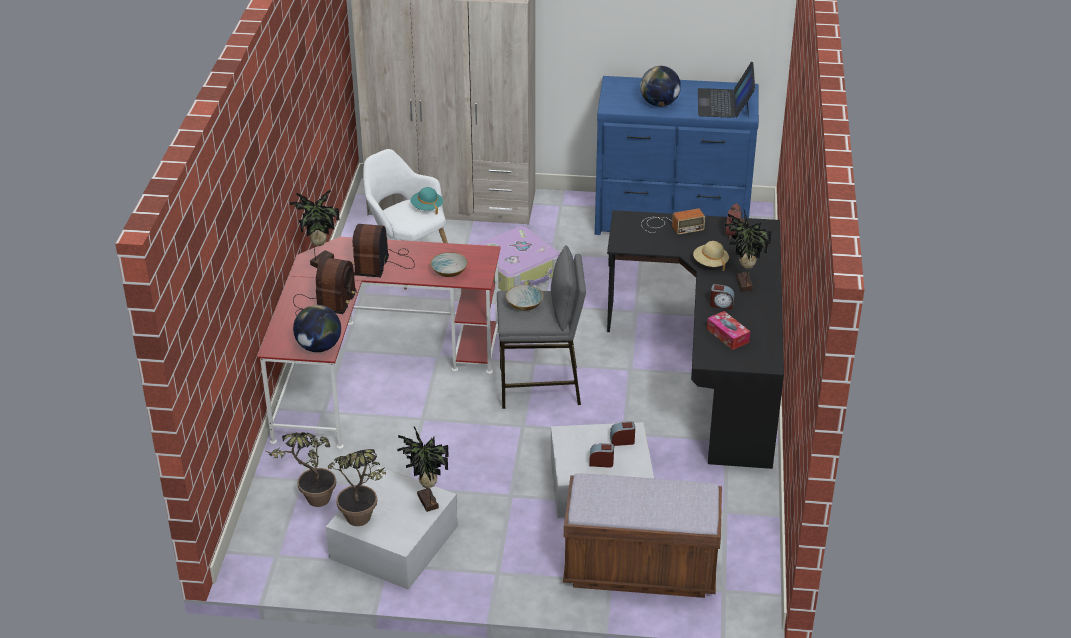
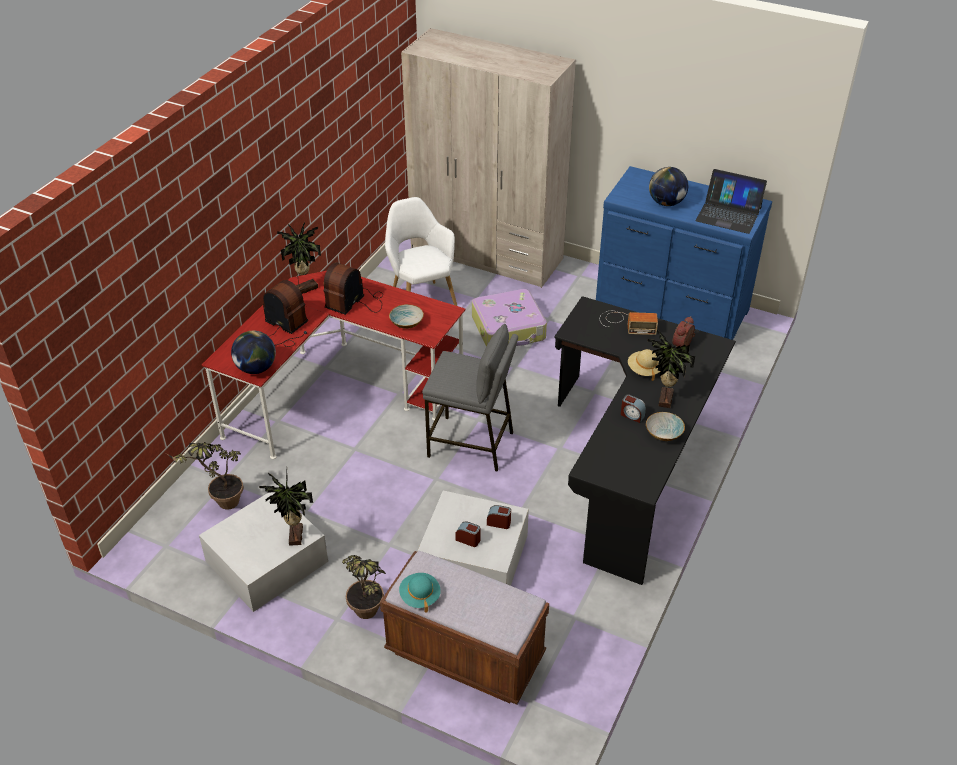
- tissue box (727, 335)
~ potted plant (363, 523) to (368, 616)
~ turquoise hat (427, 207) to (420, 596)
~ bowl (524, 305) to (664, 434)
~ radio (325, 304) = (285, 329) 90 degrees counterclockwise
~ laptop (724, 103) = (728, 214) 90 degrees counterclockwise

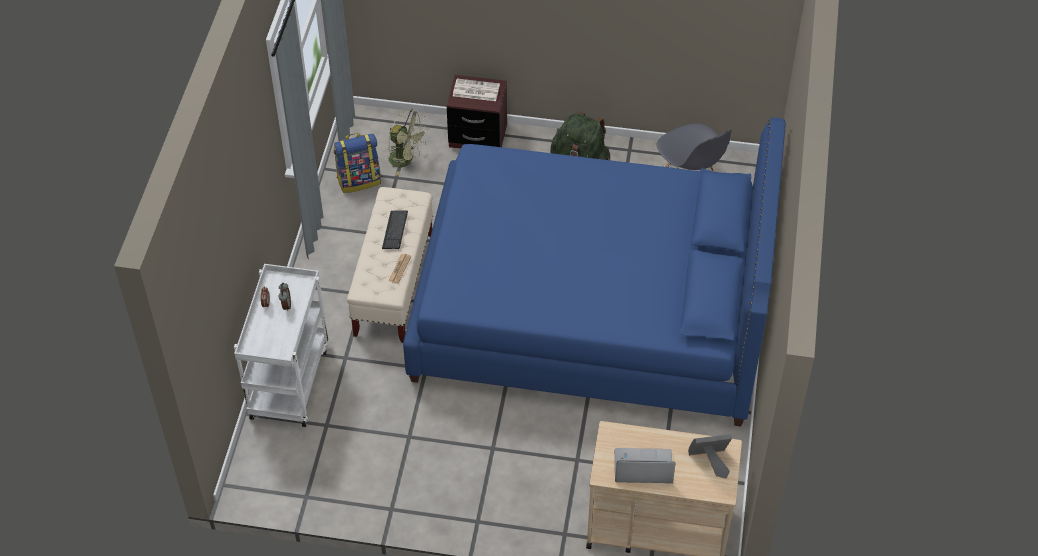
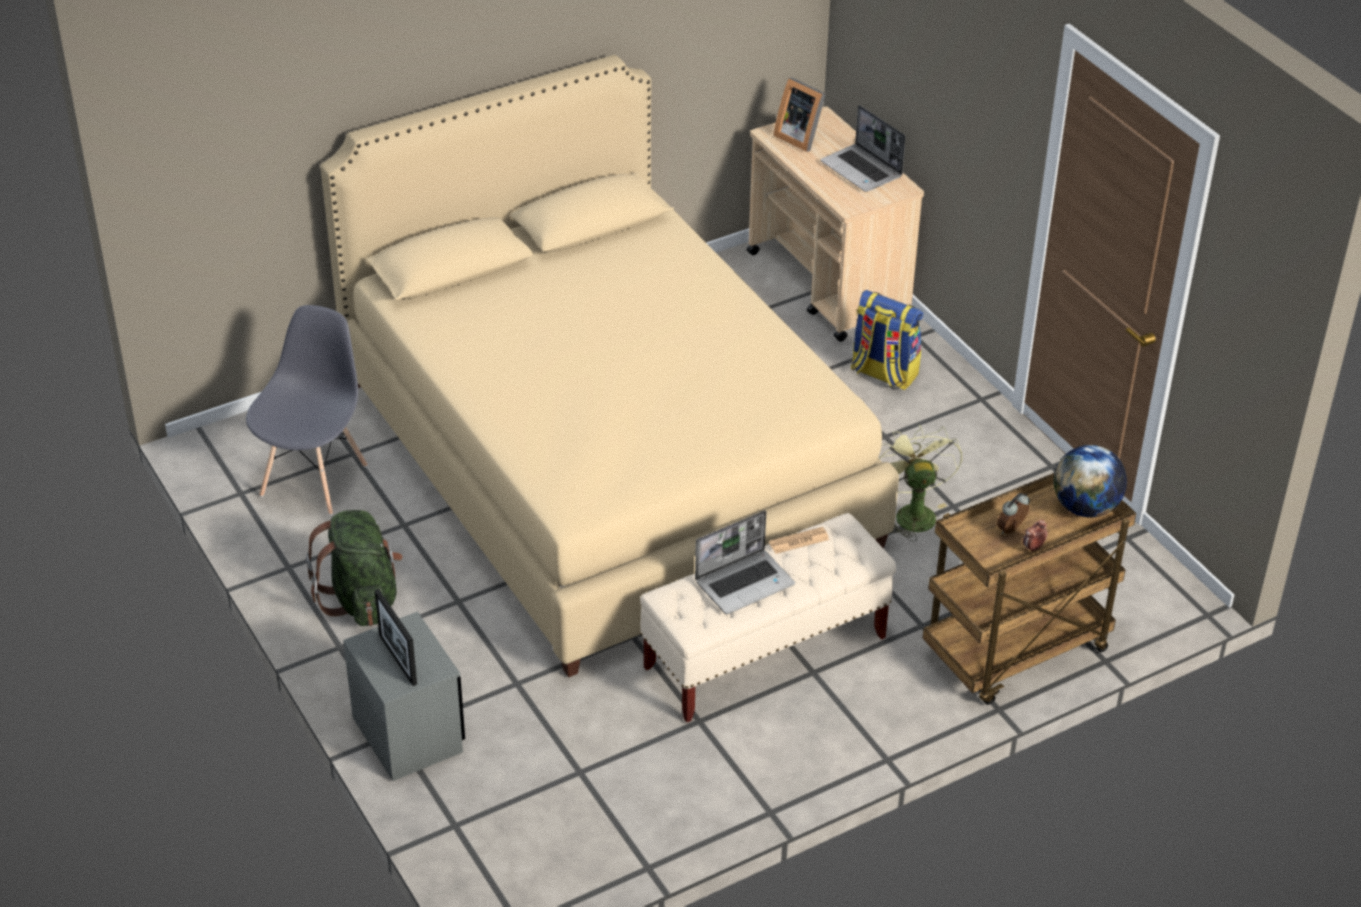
+ globe (1085, 508)
~ backpack (359, 180) to (883, 373)
~ green fan (406, 160) to (911, 512)
~ keyboard (395, 230) to laptop (745, 582)
~ newspaper (475, 90) to picture frame (398, 660)
~ white cart (288, 381) to brown cart (1015, 653)
~ blue bed (591, 310) to beige bed (606, 462)
~ brown nightstand (478, 136) to grey nightstand (408, 734)

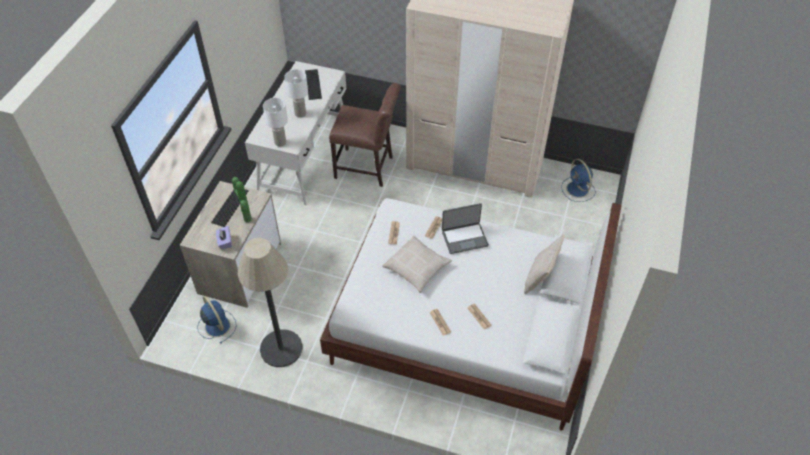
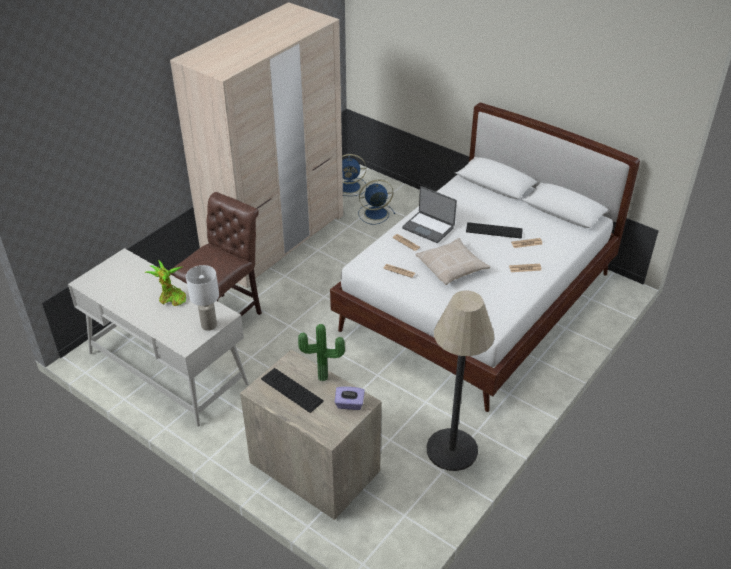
- beige pillow (540, 278)
~ blue fan (217, 325) to (374, 213)
~ keyboard (313, 84) to (494, 230)
~ white table lamp (300, 114) to potted plant (171, 299)
~ laptop (464, 238) = (428, 227) 120 degrees clockwise

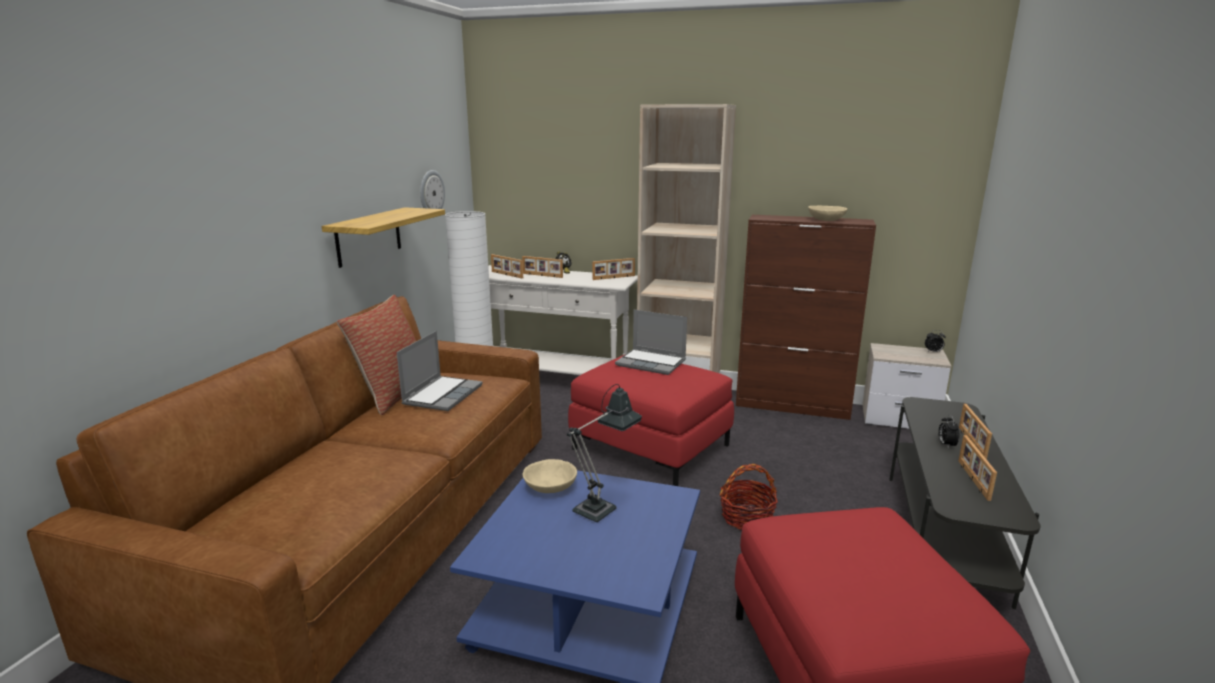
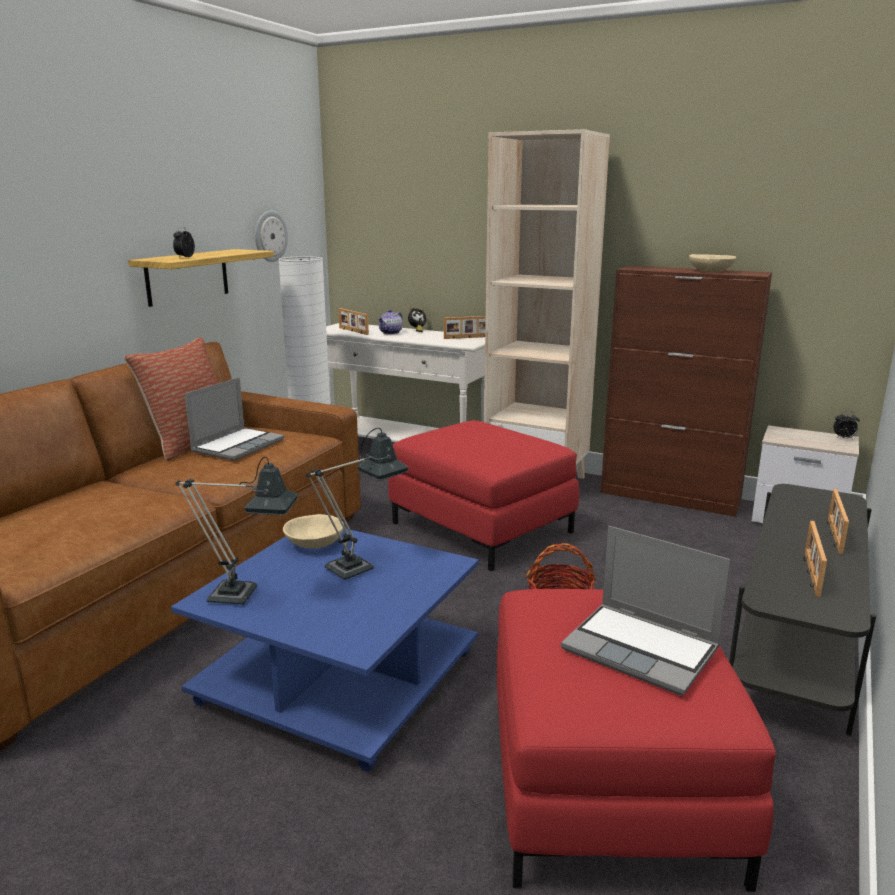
+ table lamp (244, 596)
~ laptop (652, 363) to (642, 649)
~ alarm clock (946, 445) to (185, 257)
~ picture frame (542, 275) to teapot (391, 333)

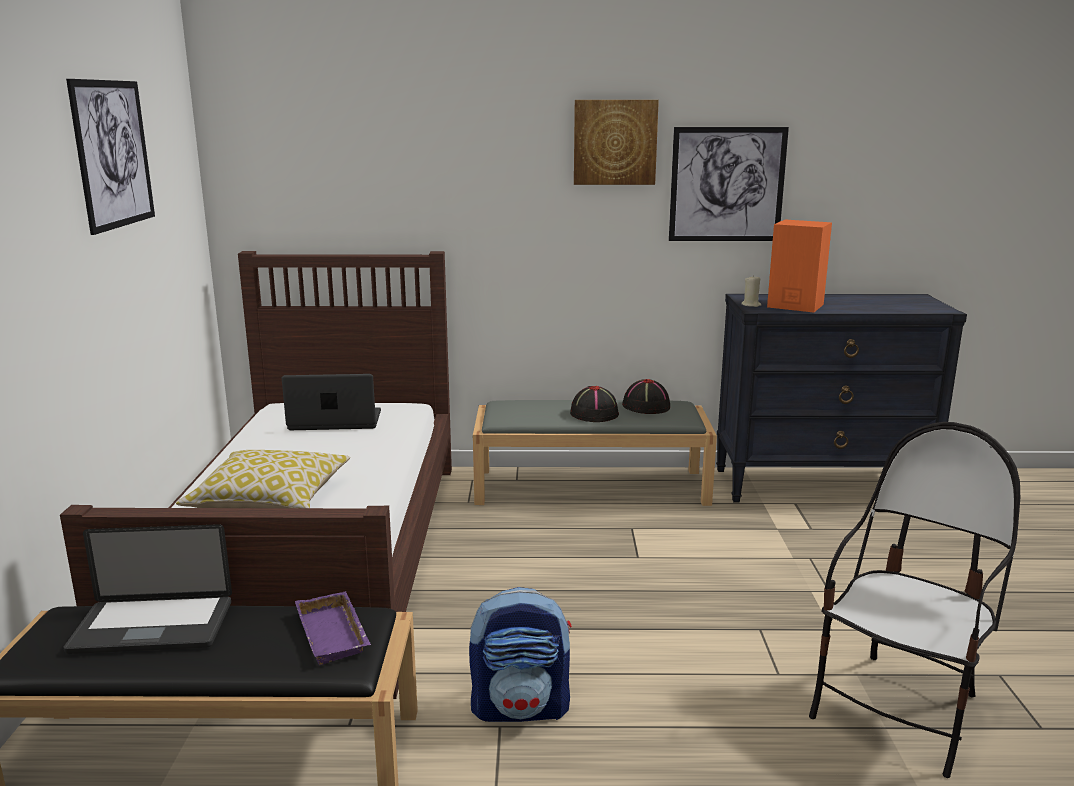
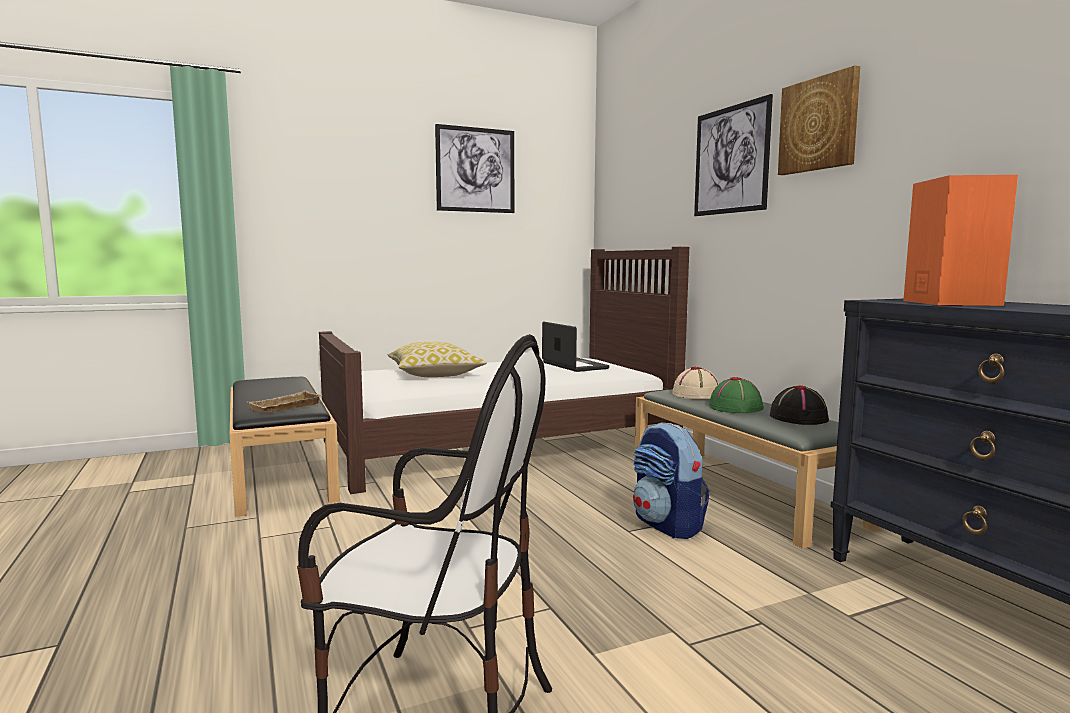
- laptop (152, 627)
- beige candle (751, 305)
+ beige hat (696, 394)
~ backpack (521, 707) to (668, 525)
~ picture (727, 184) to (731, 160)
~ purple tray (335, 634) to beige tray (285, 407)
~ black hat (594, 413) to green hat (736, 407)

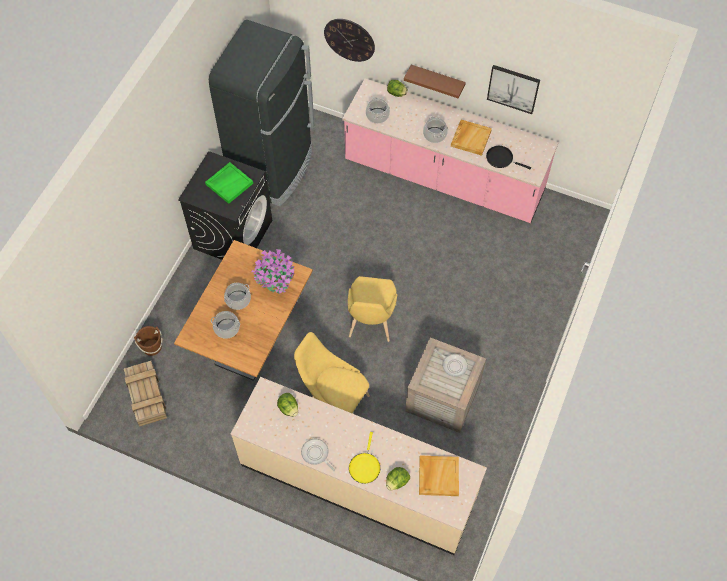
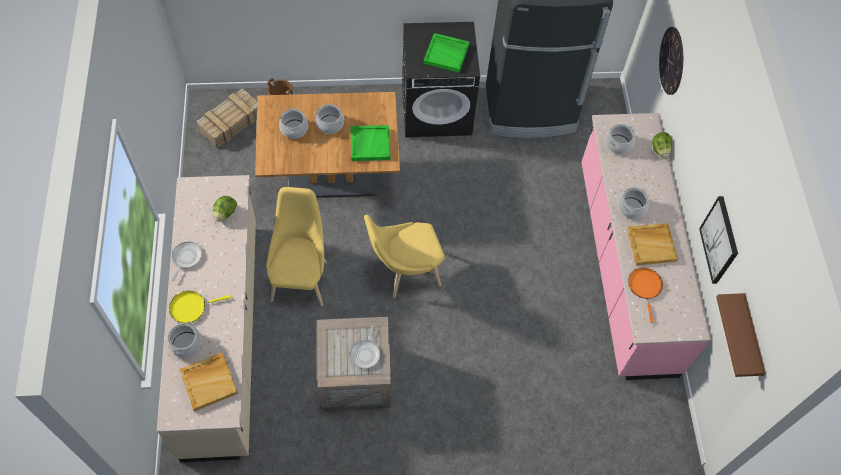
~ brown shelf (437, 80) to (749, 338)
~ potted plant (275, 279) to green tray (369, 144)
~ lettuce (397, 482) to cooking pot (186, 344)
~ black frying pan (501, 159) to orange frying pan (645, 287)

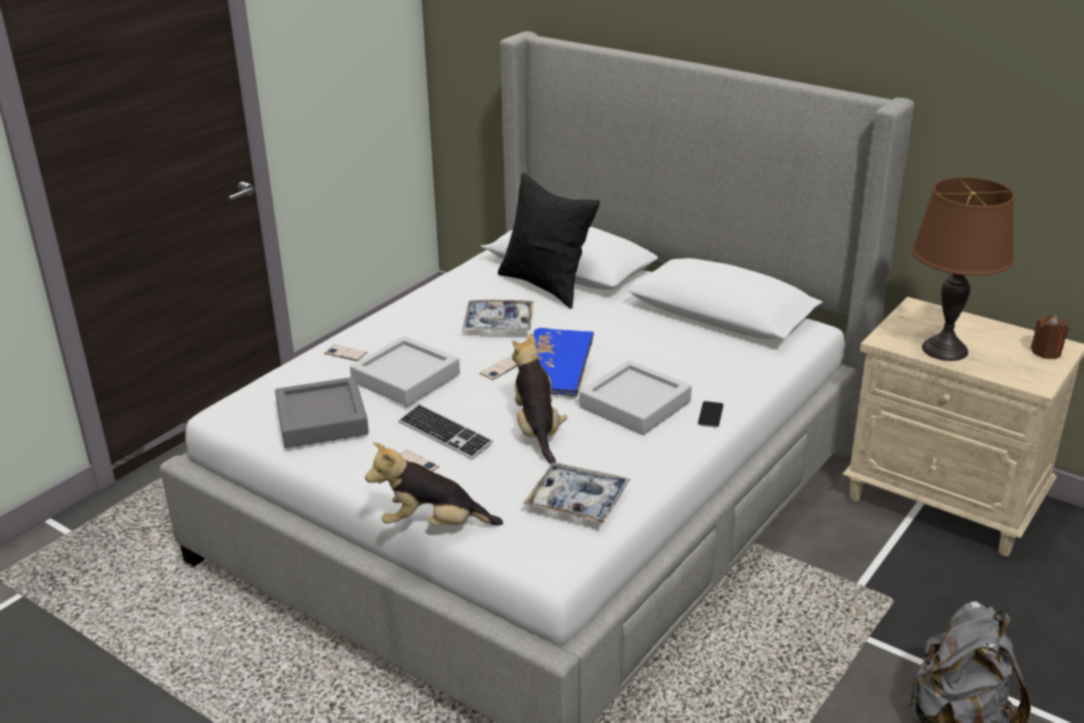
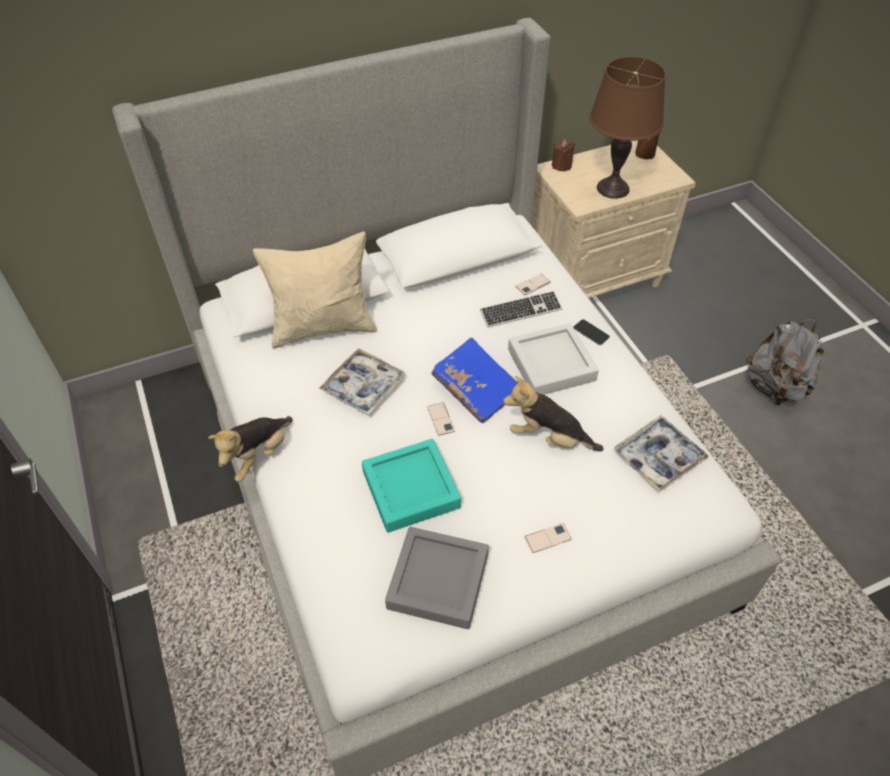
+ brown candle (561, 165)
~ phone (345, 353) to (532, 284)
~ plush toy (433, 525) to (258, 456)
~ keyboard (445, 434) to (521, 311)
~ grey tray (406, 378) to turquoise tray (411, 489)
~ black pillow (547, 286) to beige pillow (323, 328)

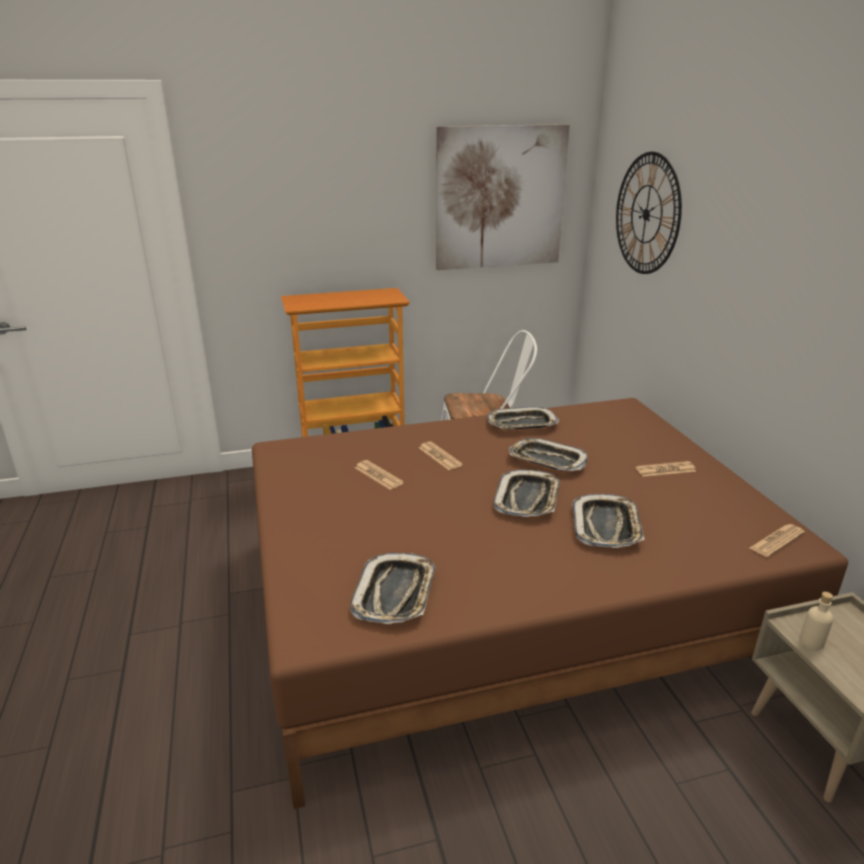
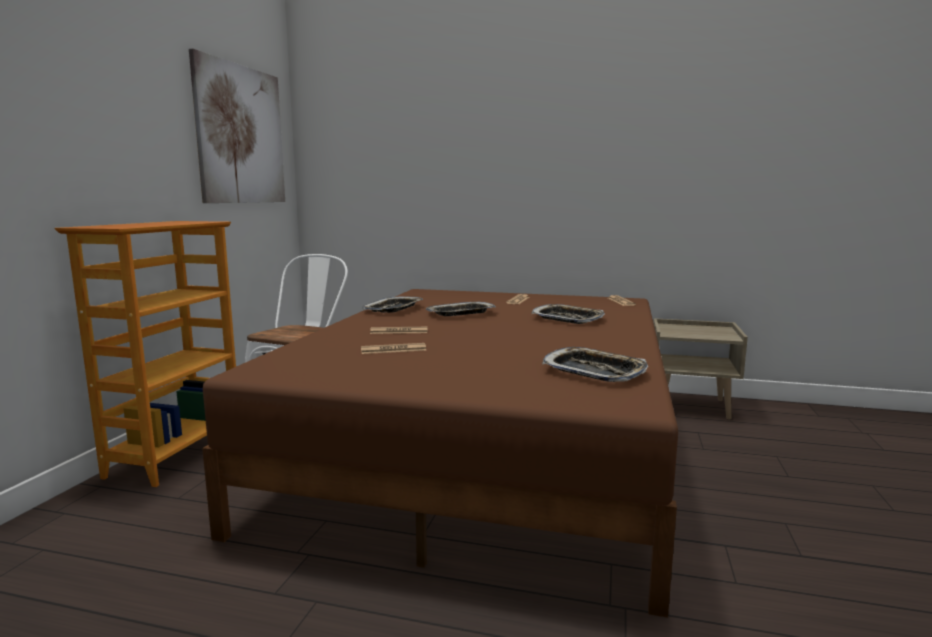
- tray (527, 499)
- wall clock (646, 214)
- beige bottle (811, 641)

